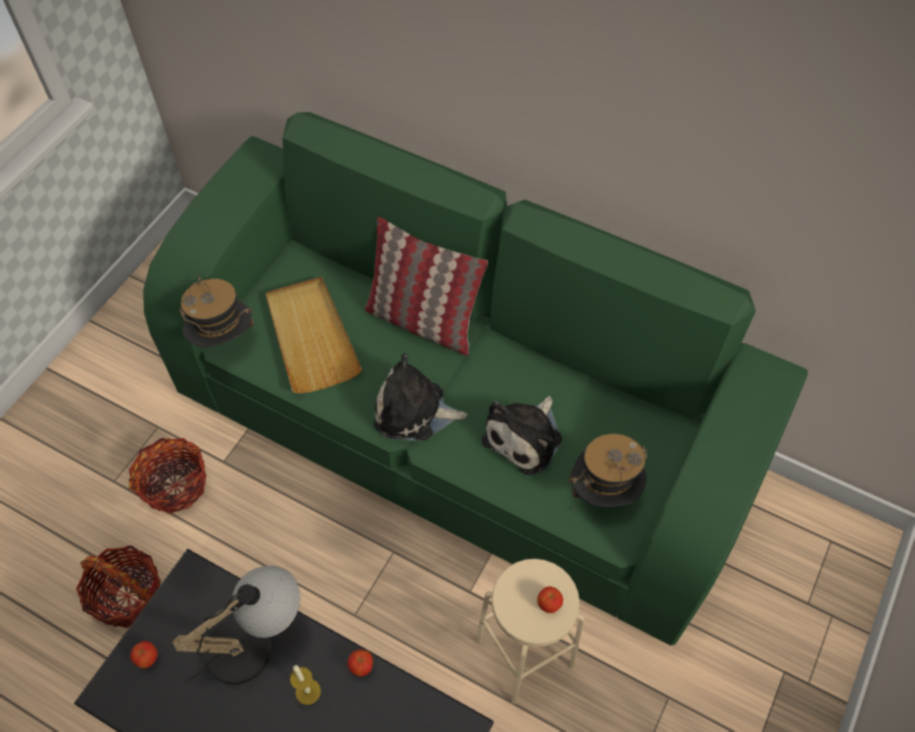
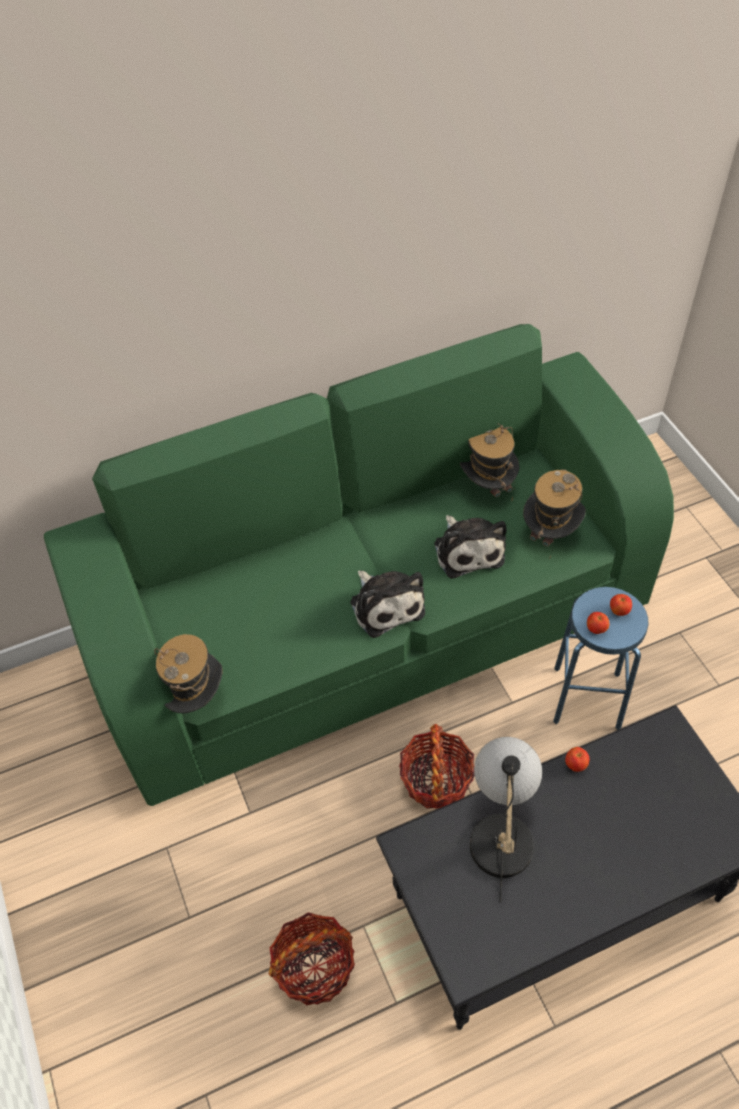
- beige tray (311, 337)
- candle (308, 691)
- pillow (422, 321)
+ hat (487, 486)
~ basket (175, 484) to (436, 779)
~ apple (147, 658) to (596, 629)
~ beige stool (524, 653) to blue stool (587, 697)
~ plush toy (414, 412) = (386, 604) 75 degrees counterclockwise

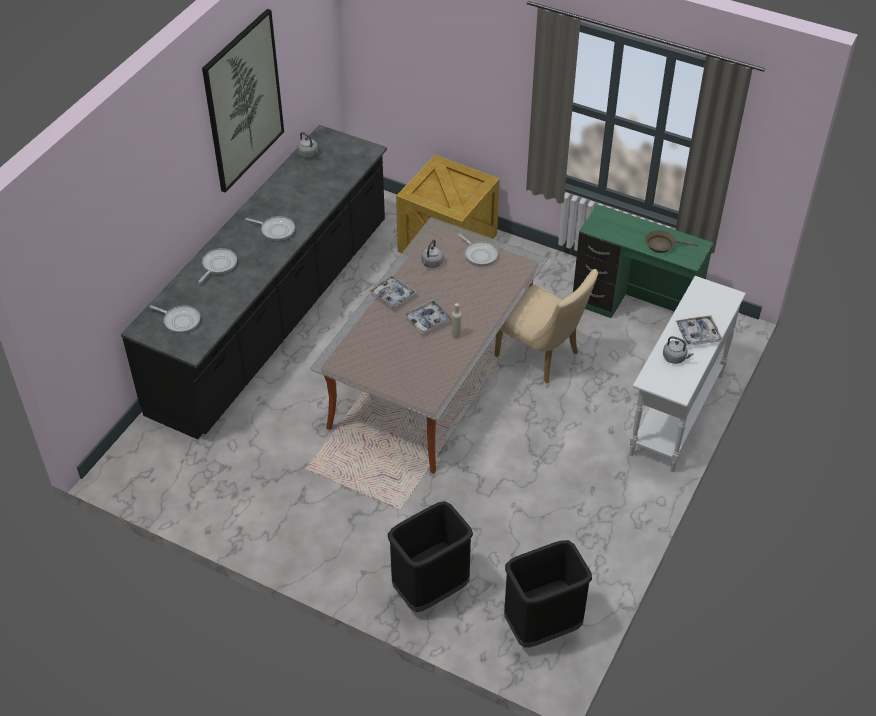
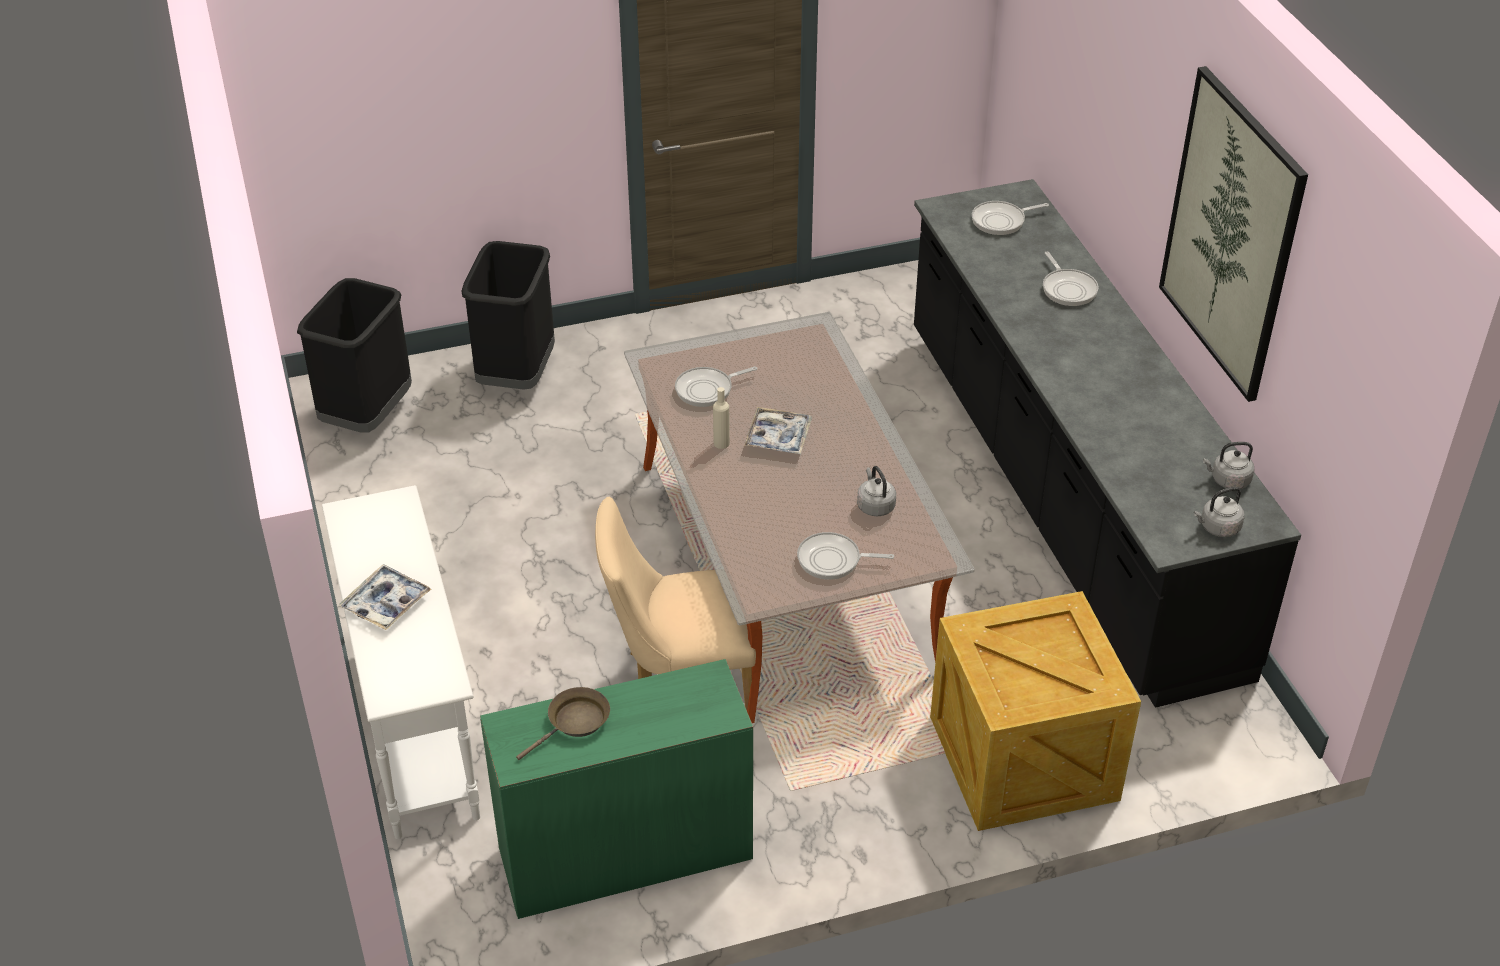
- tray (393, 295)
~ frying pan (276, 230) to (707, 389)
~ grey kettle (675, 358) to (1218, 528)

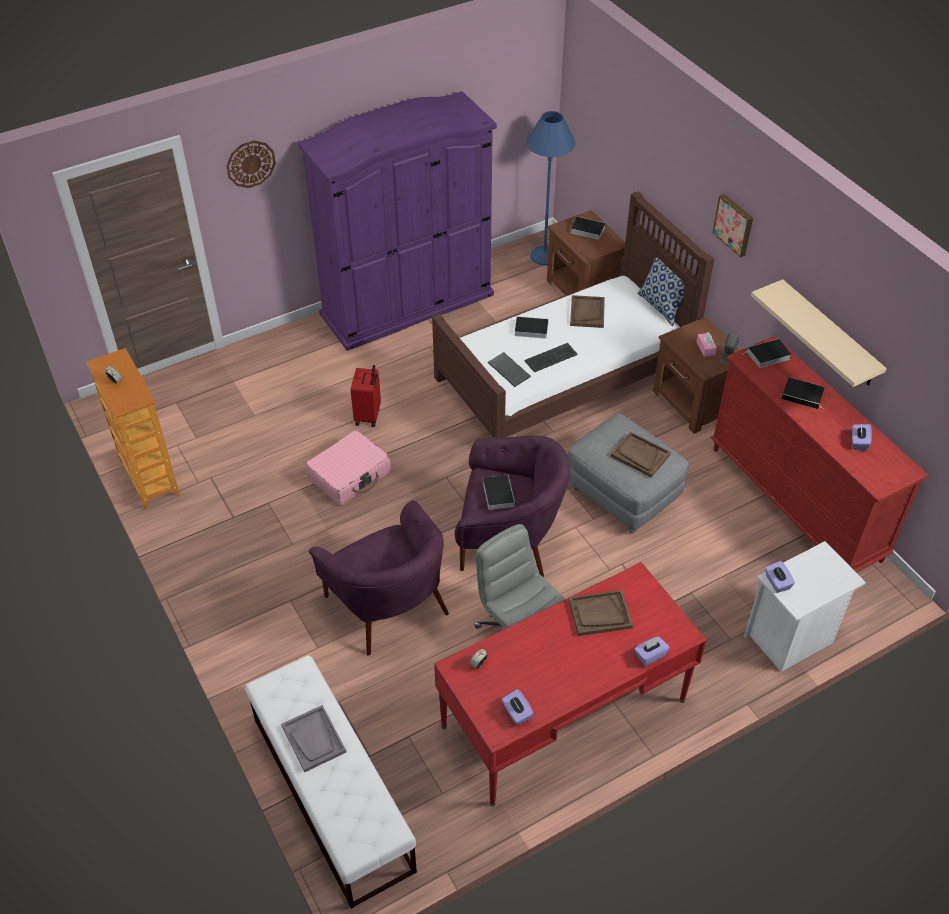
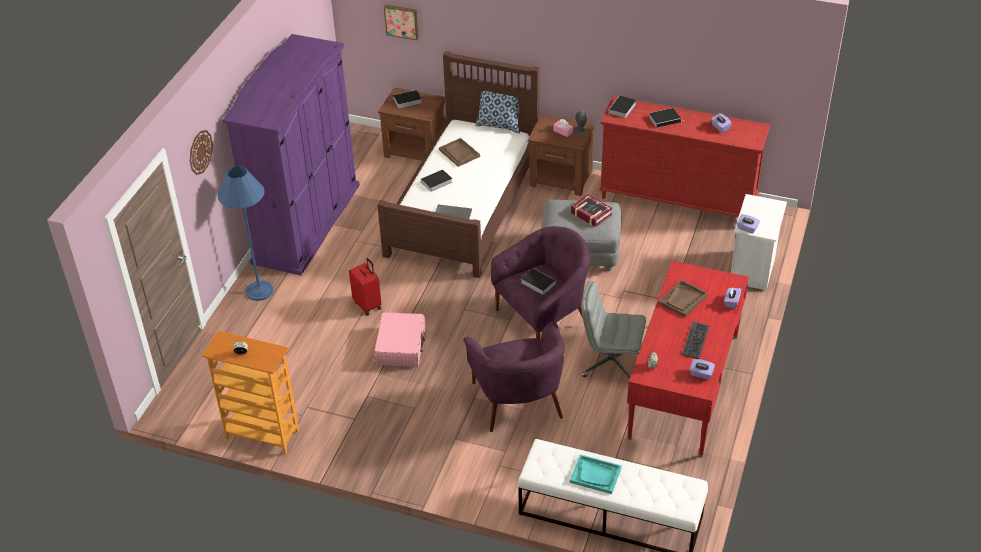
- beige shelf (829, 334)
~ keyboard (551, 358) to (696, 340)
~ blue floor lamp (544, 256) to (259, 291)
~ picture (734, 224) to (401, 21)
~ brown tray (640, 455) to book (591, 214)
~ grey tray (314, 739) to turquoise tray (595, 475)
~ purple armchair (388, 605) = (518, 400) 60 degrees clockwise

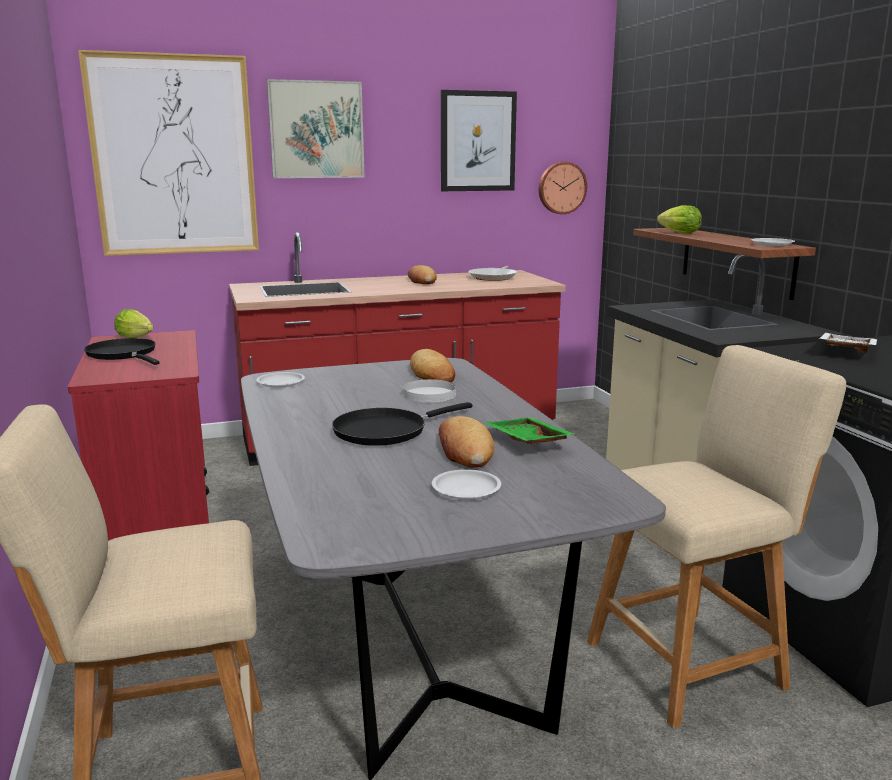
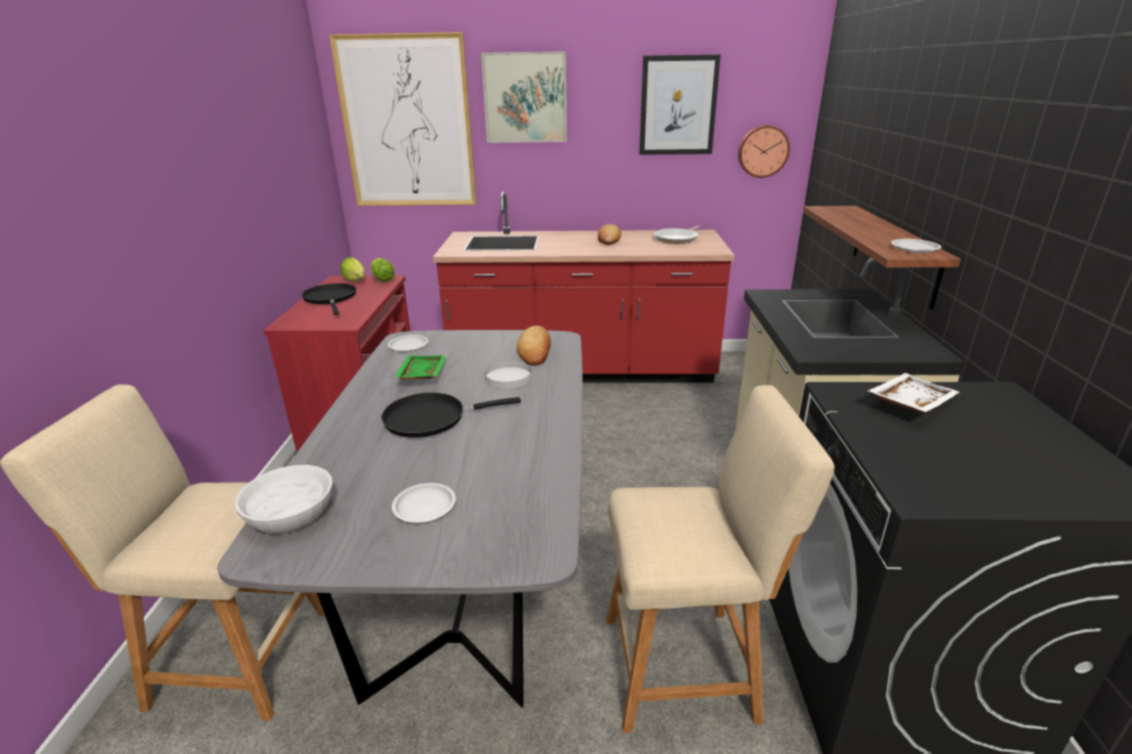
- bread (464, 450)
+ white bowl (291, 512)
~ green tray (525, 442) to (421, 375)
~ lettuce (677, 233) to (382, 279)

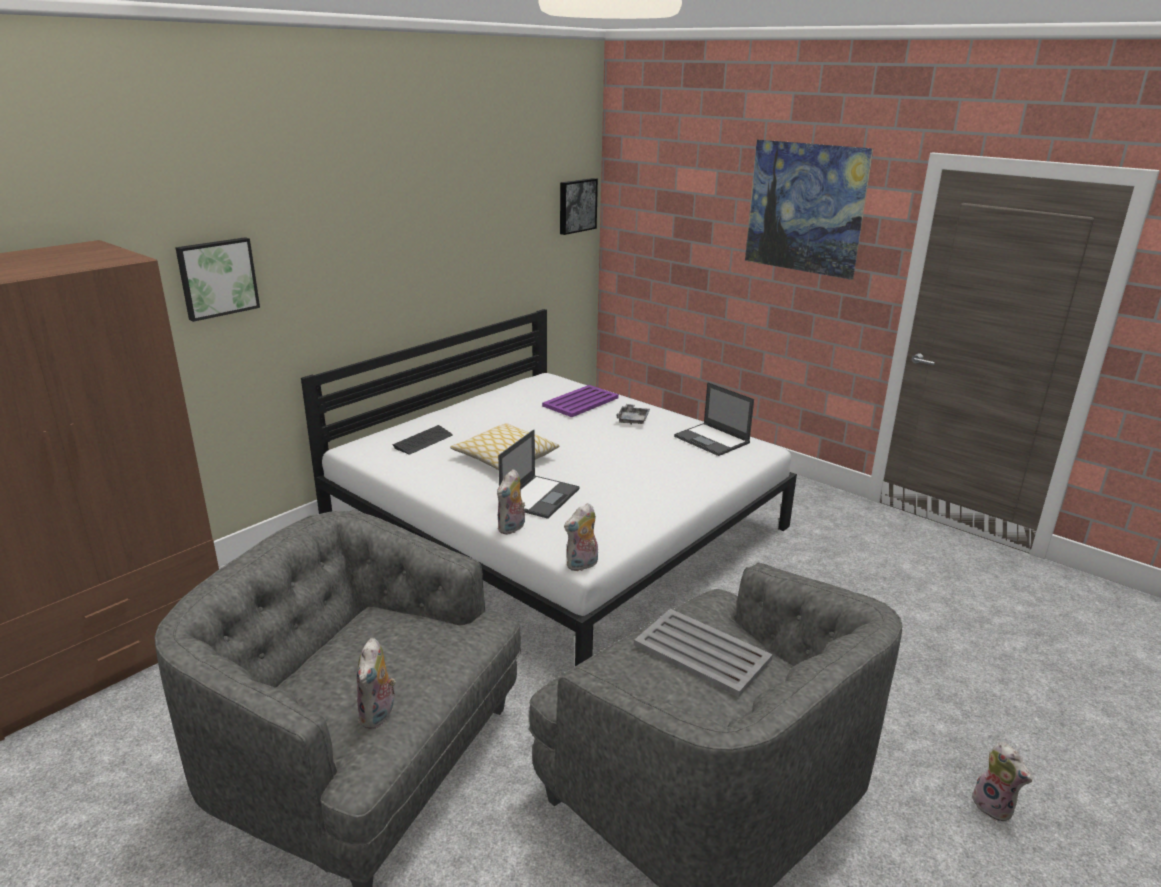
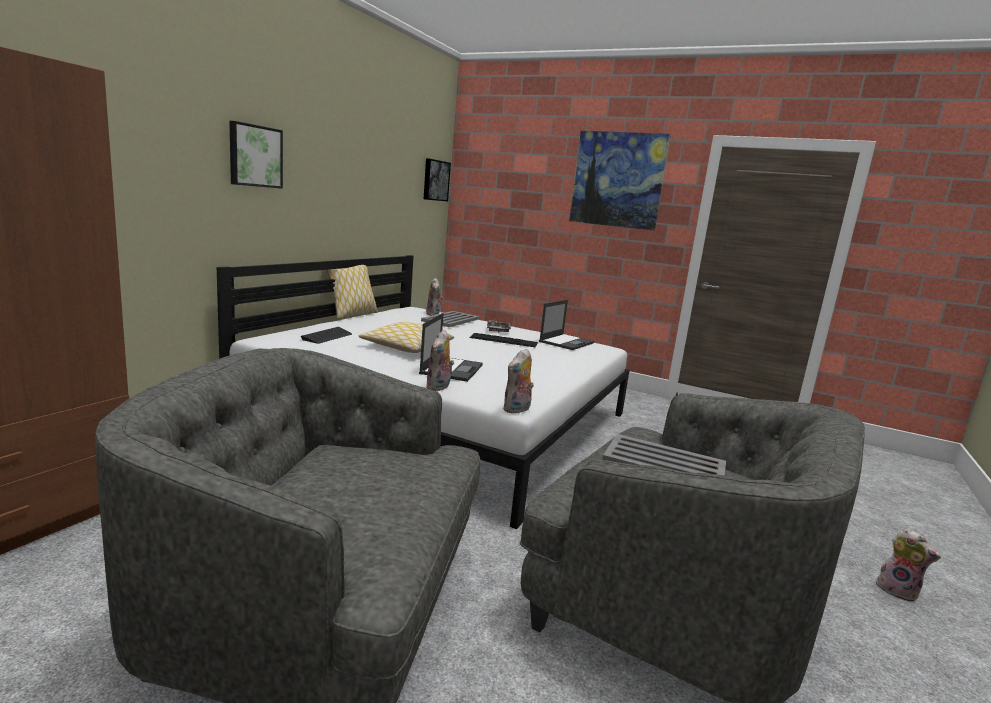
+ pillow (352, 315)
+ keyboard (503, 340)
~ picture (217, 278) to (255, 156)
~ plush toy (379, 715) to (434, 314)
~ purple tray (580, 402) to grey tray (450, 320)
~ laptop (712, 440) = (566, 342) 90 degrees counterclockwise

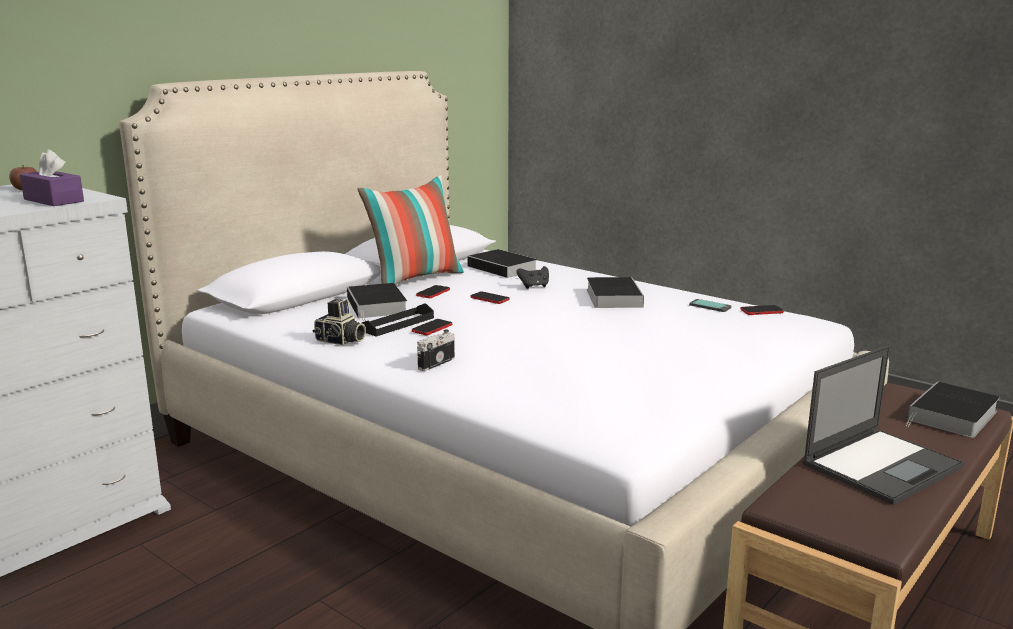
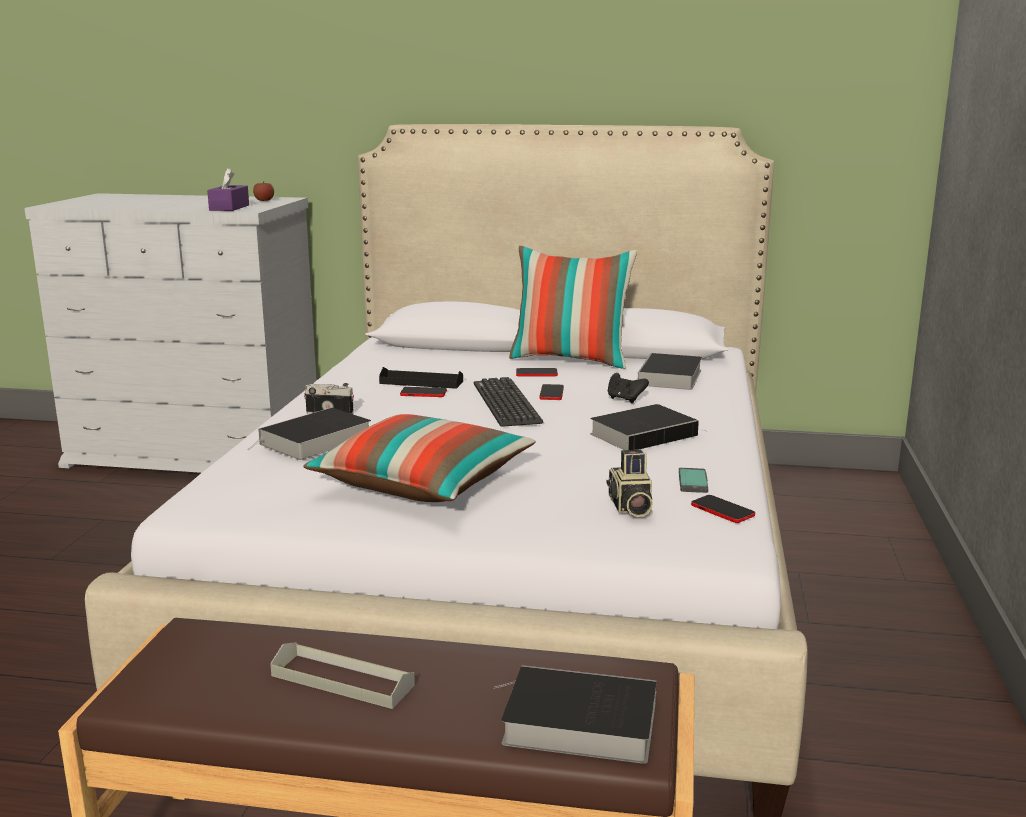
+ pillow (423, 484)
+ keyboard (506, 403)
~ photo camera (340, 341) to (629, 507)
~ book (377, 306) to (314, 441)
~ laptop (882, 465) to grey tray (342, 680)

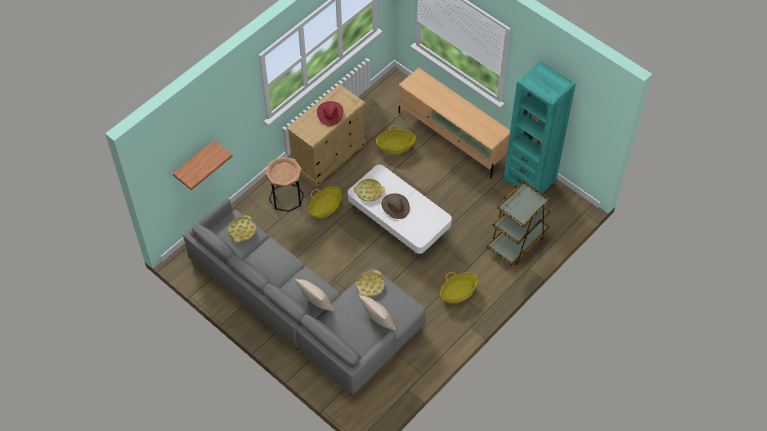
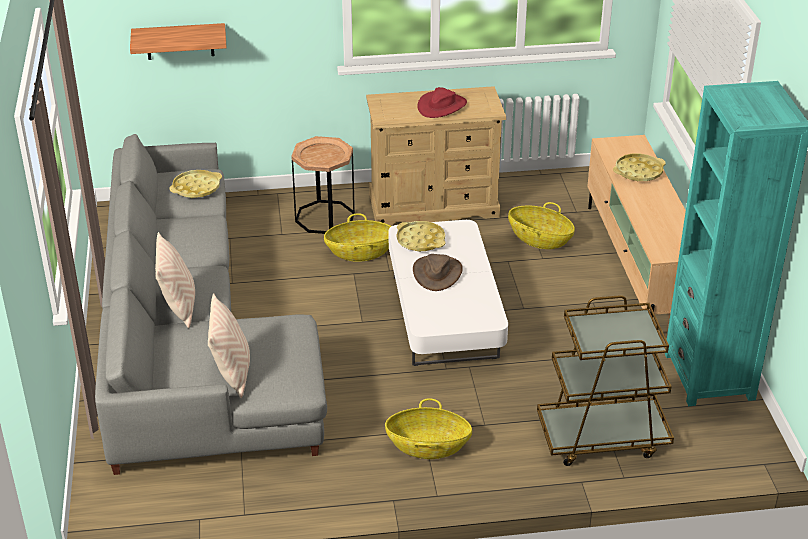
~ yellow tray (370, 285) to (638, 172)

